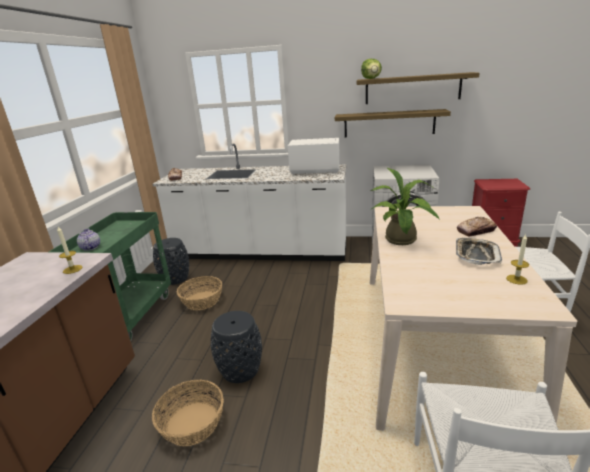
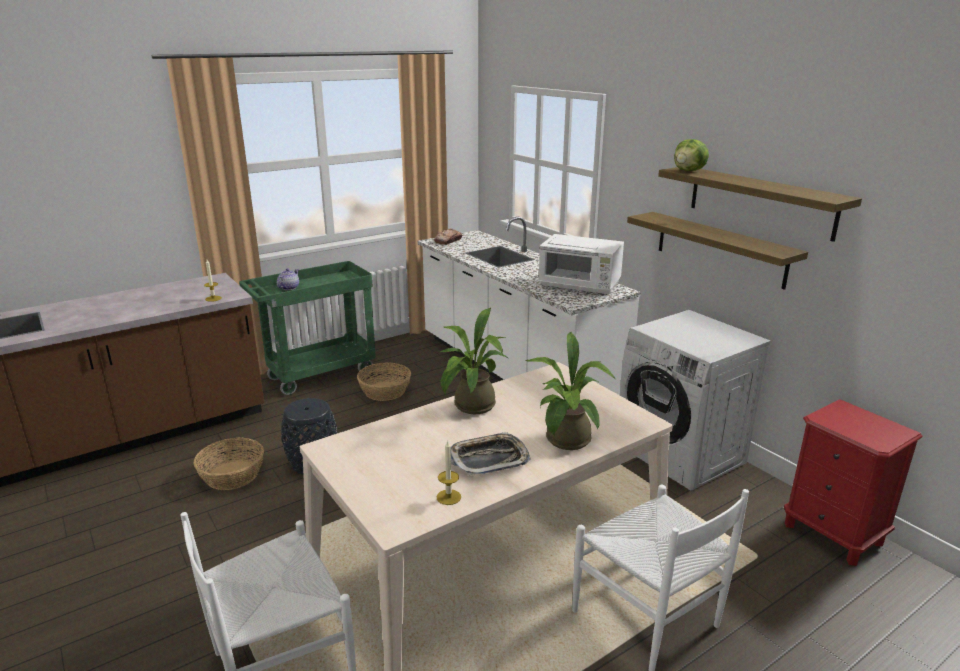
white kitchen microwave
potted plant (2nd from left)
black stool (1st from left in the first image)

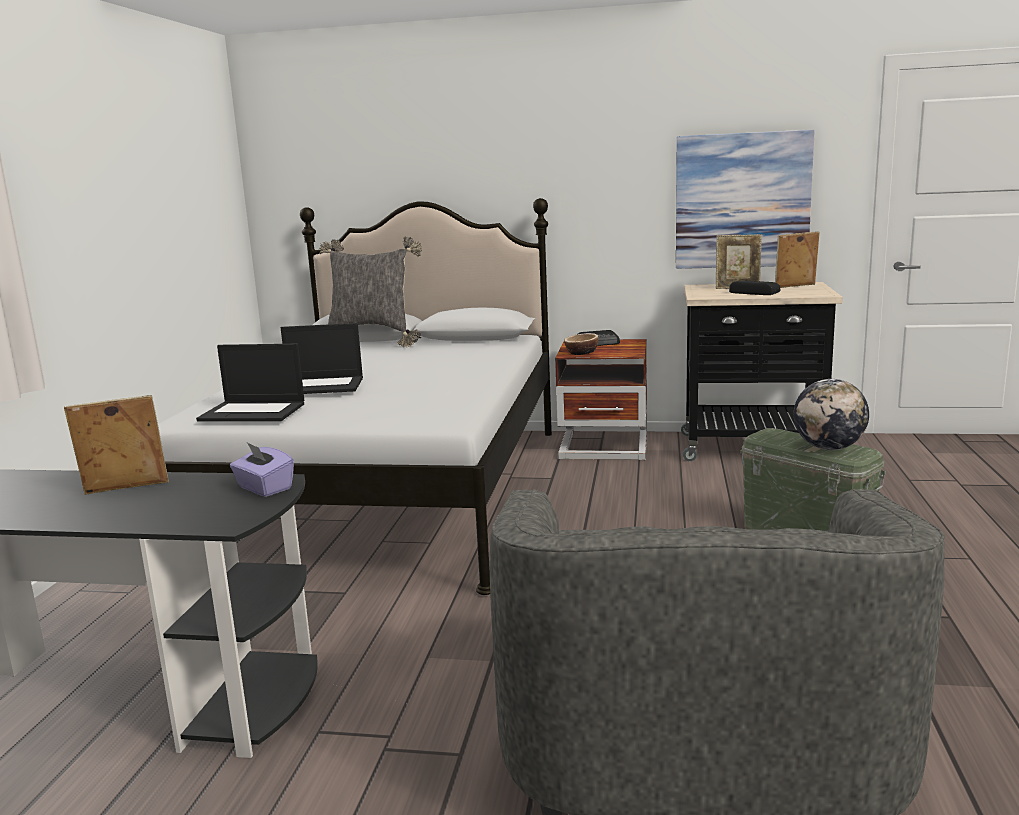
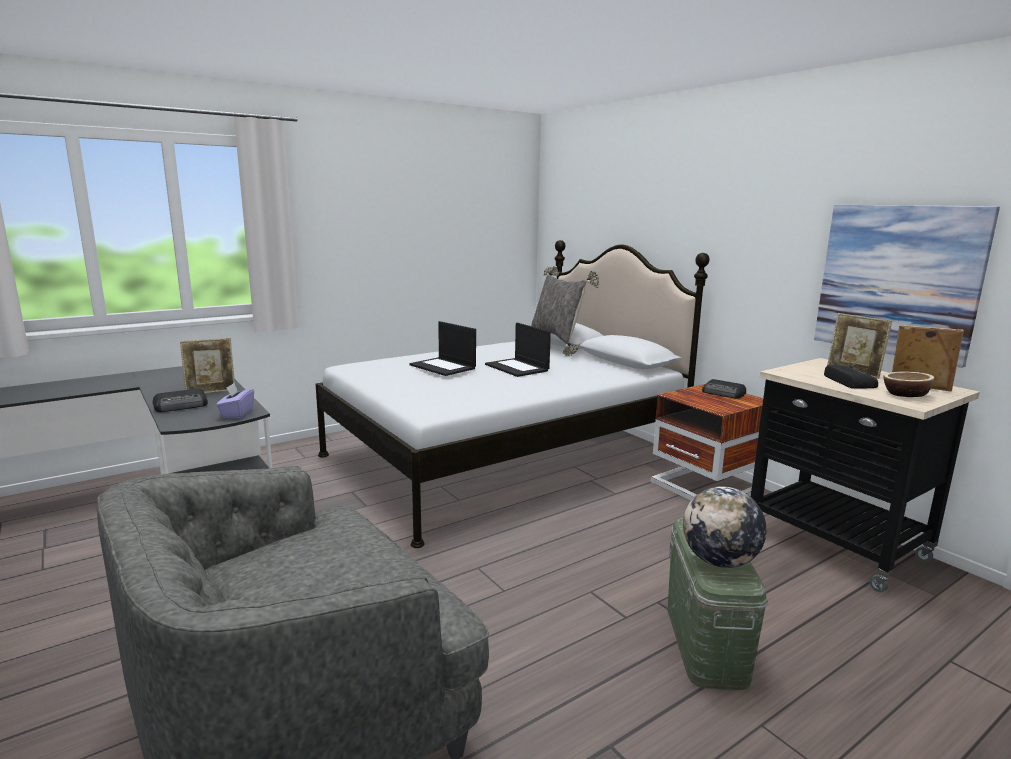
bowl
portable computer (2nd from left)
picture frame (1st from left)
radio set (1st from left)

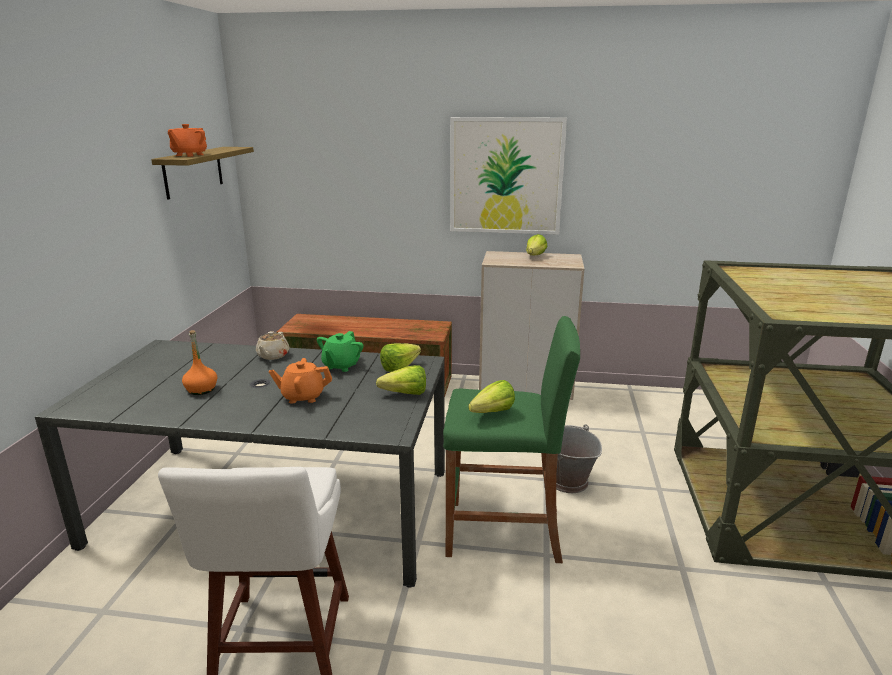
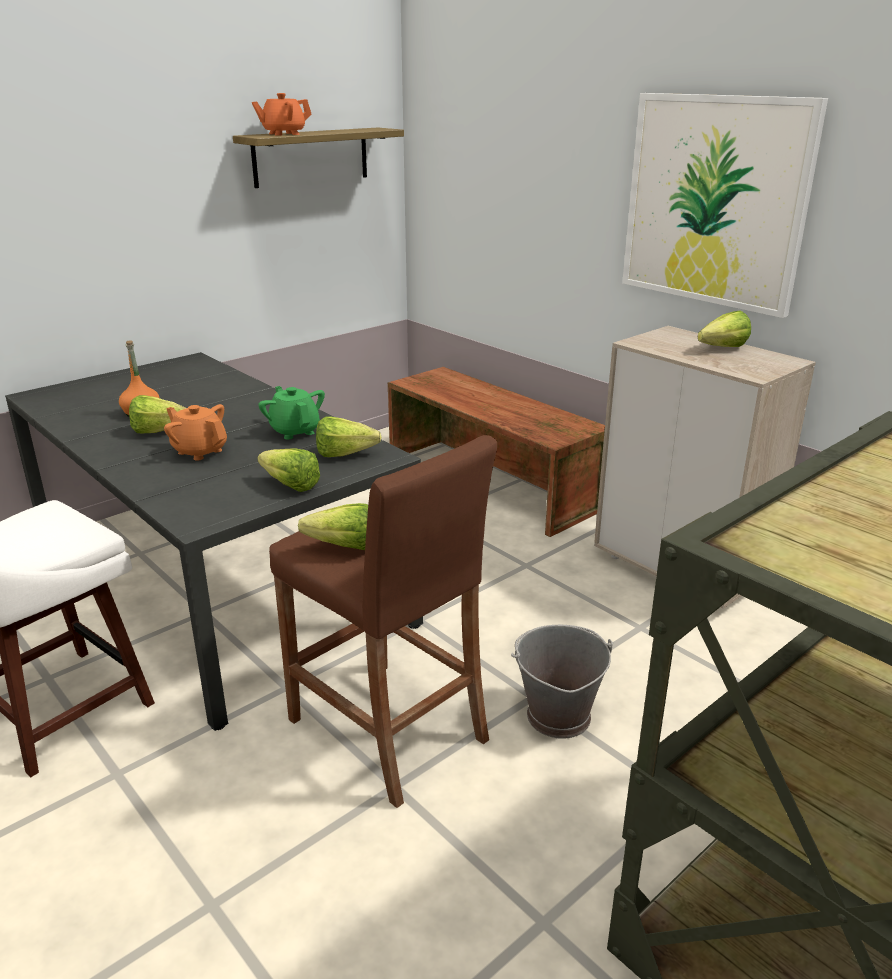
brown stool
beige tea pot
green-coloured tea pot
head of lettuce (1st from left)

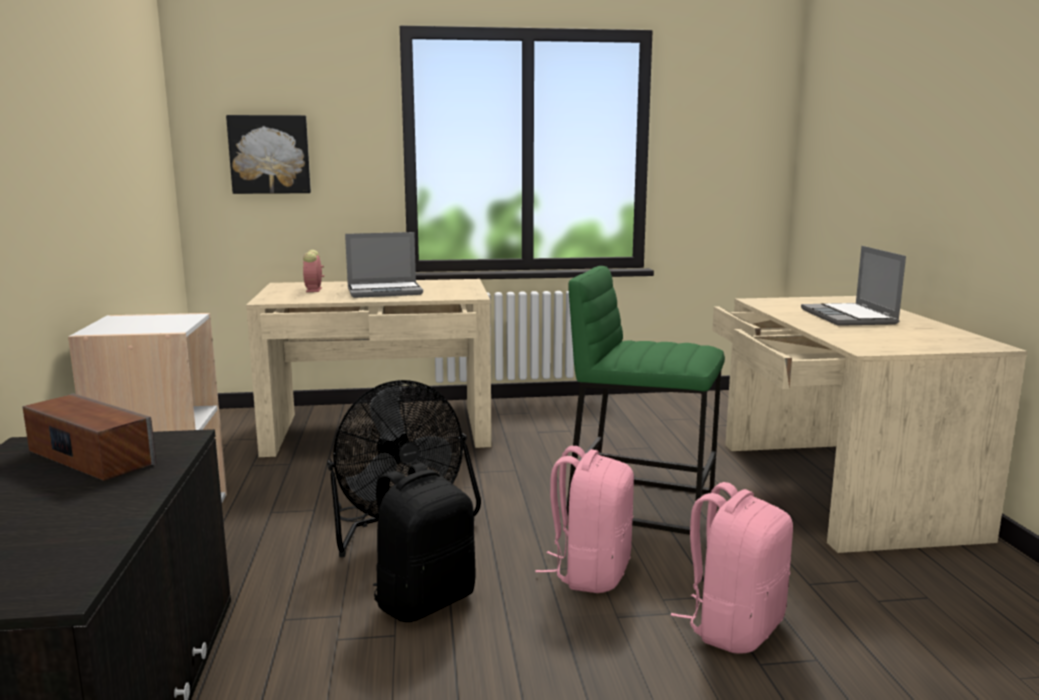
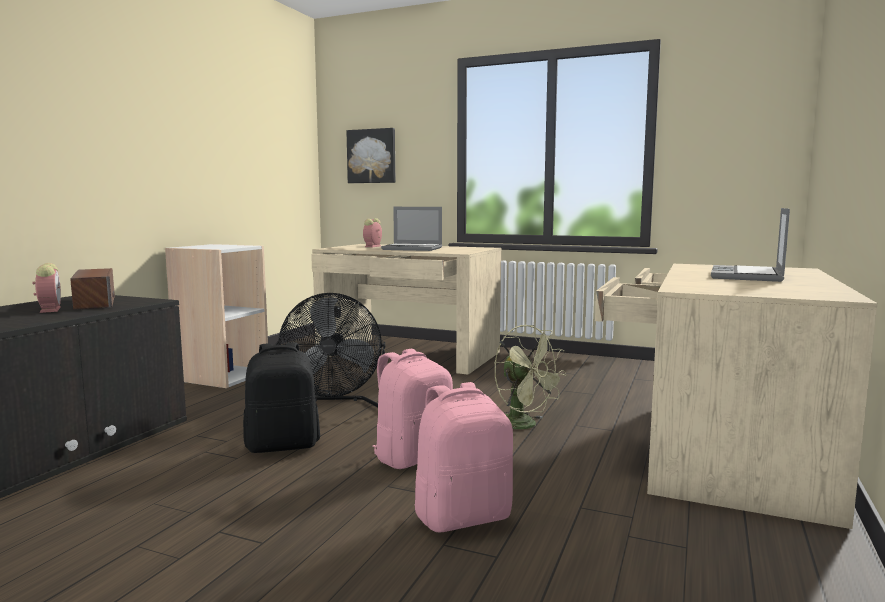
green-coloured fan
bedside clock (1st from left)

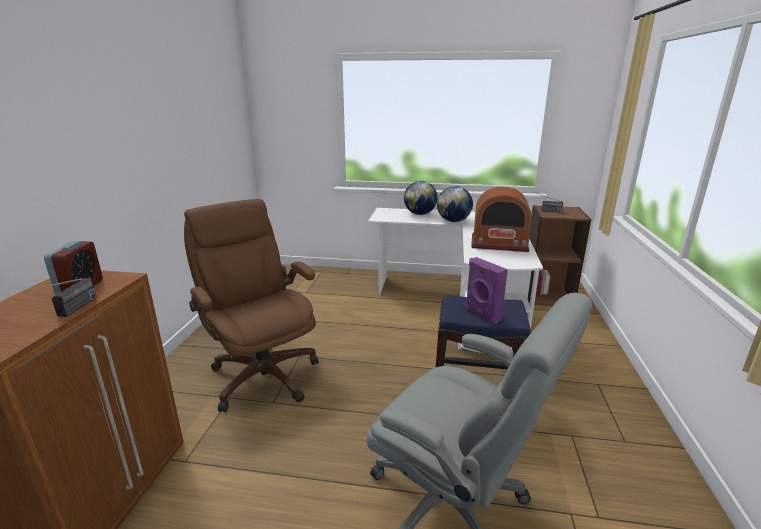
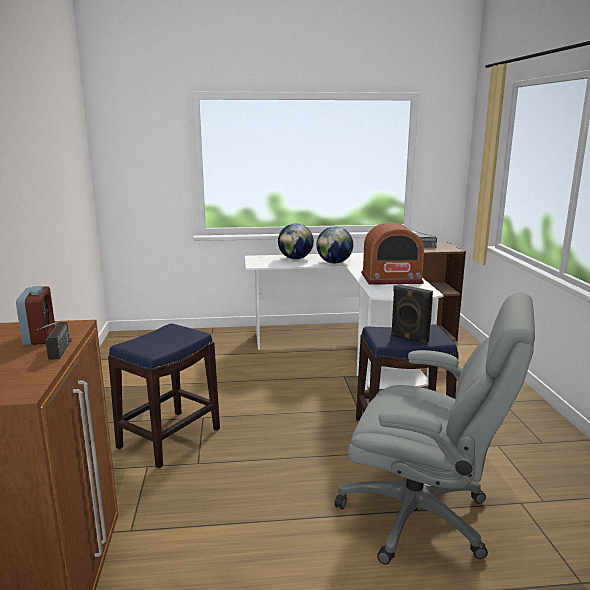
stool (1st from left)
black audio speaker

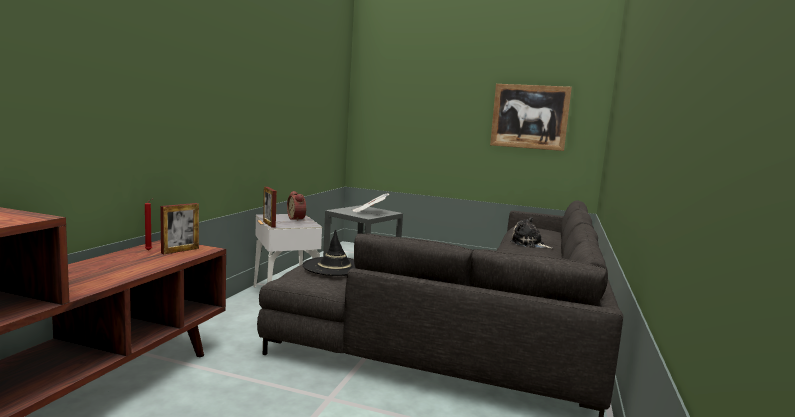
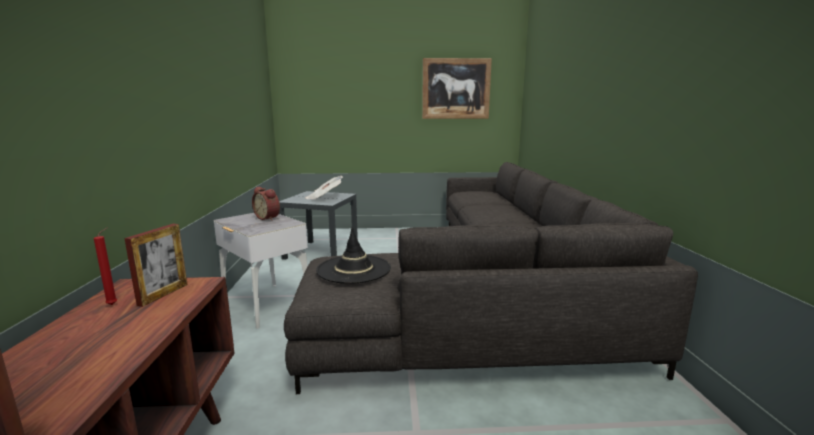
picture frame (2nd from left in the first image)
soft toy

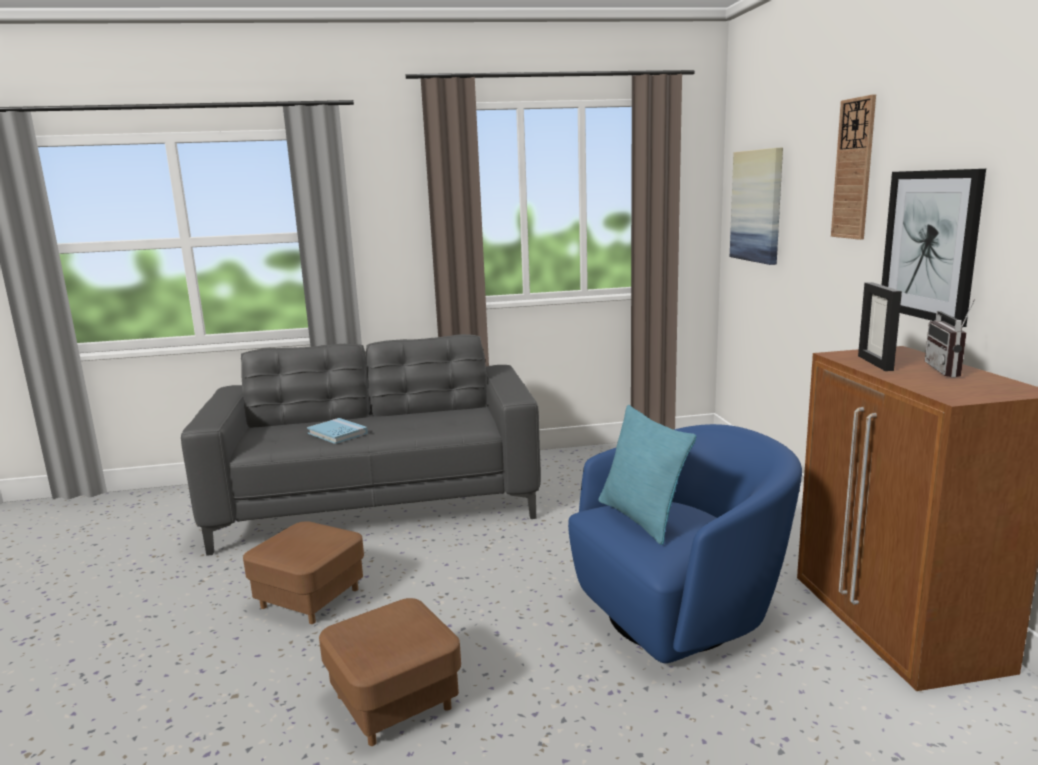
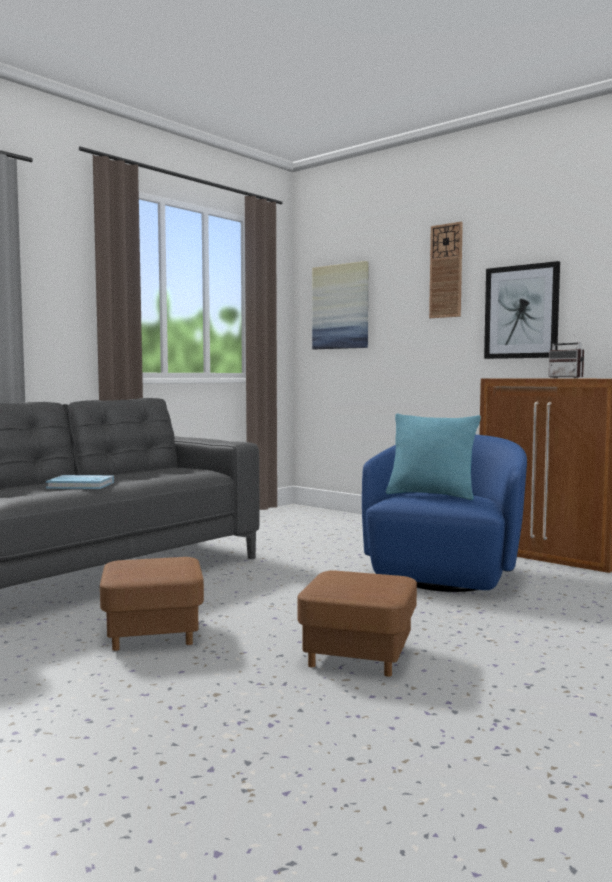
picture frame

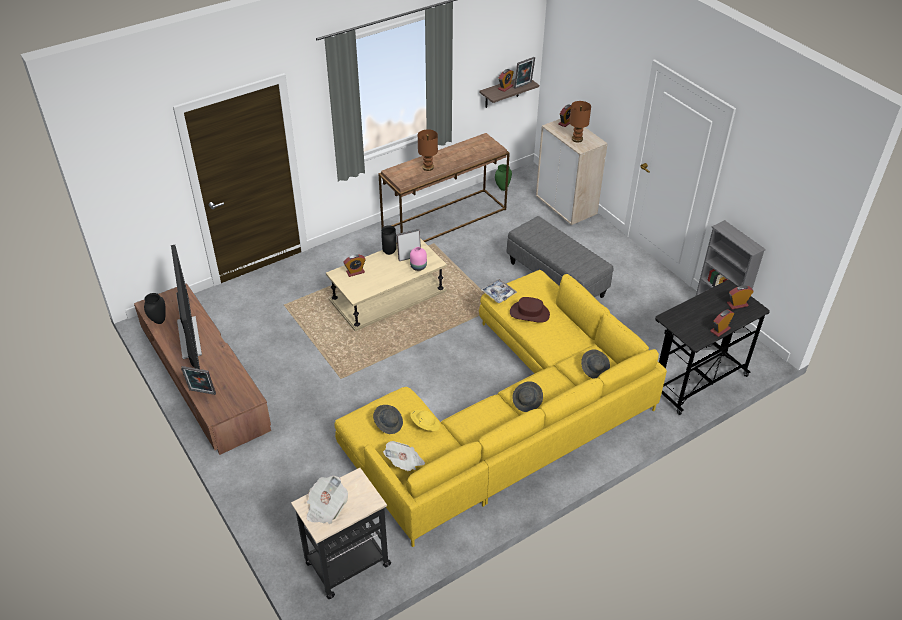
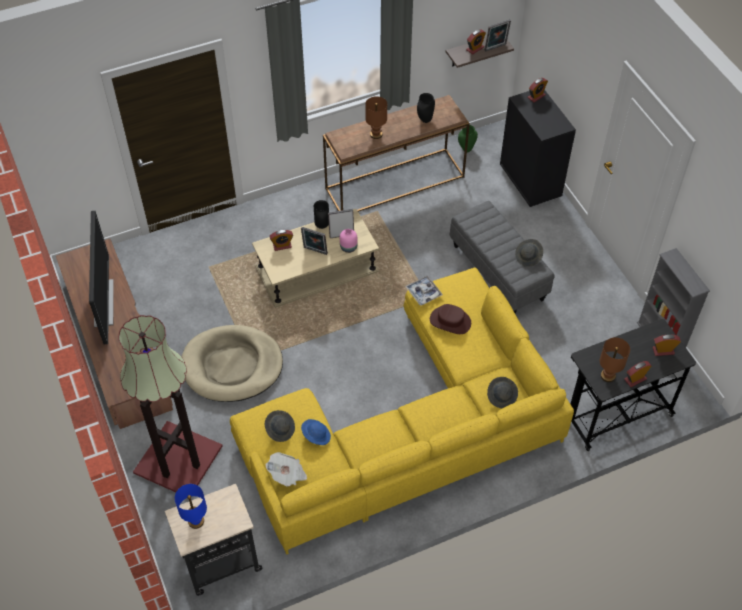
brown tabletop lamp (2nd from left)
black cupboard
black vase (2nd from left)
picture frame (1st from left)
grey hat (3rd from left)
blue hat
blue tabletop lamp
standard lamp
beige pet bed

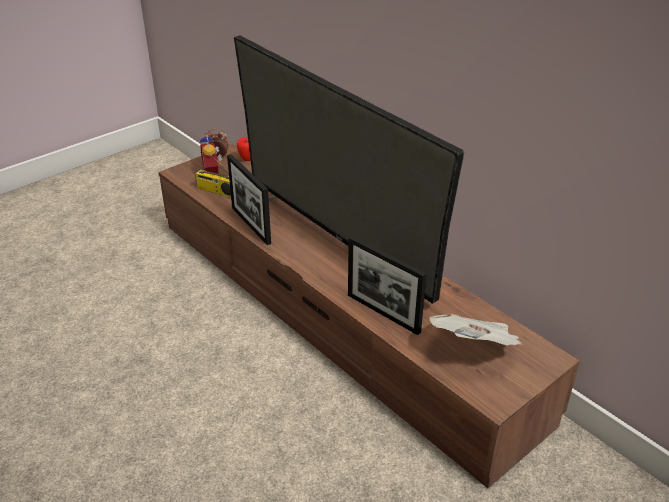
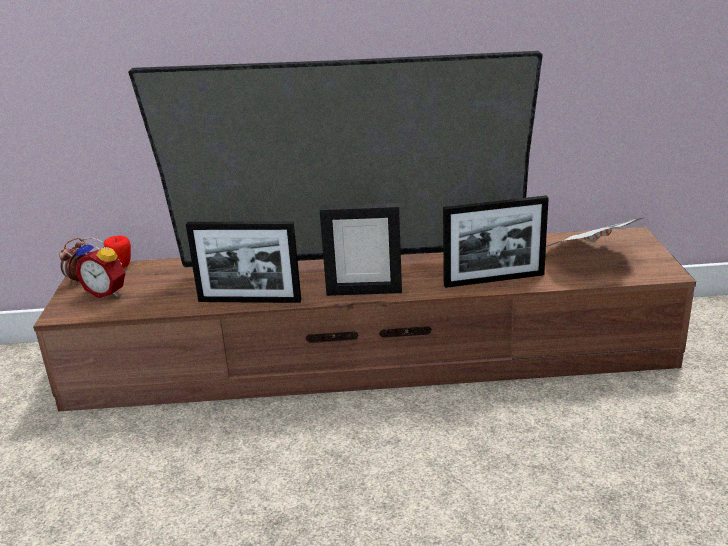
radio set
picture frame (2nd from left)

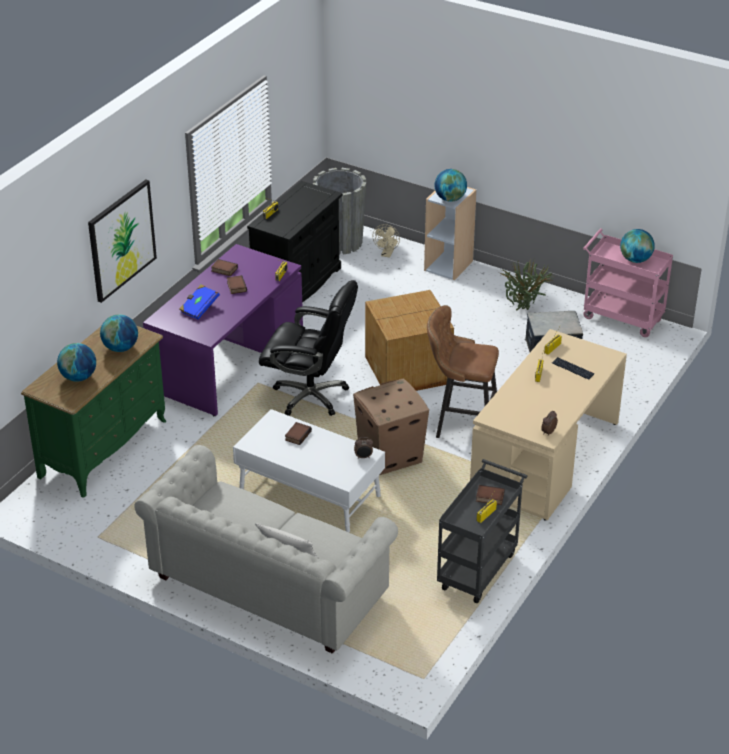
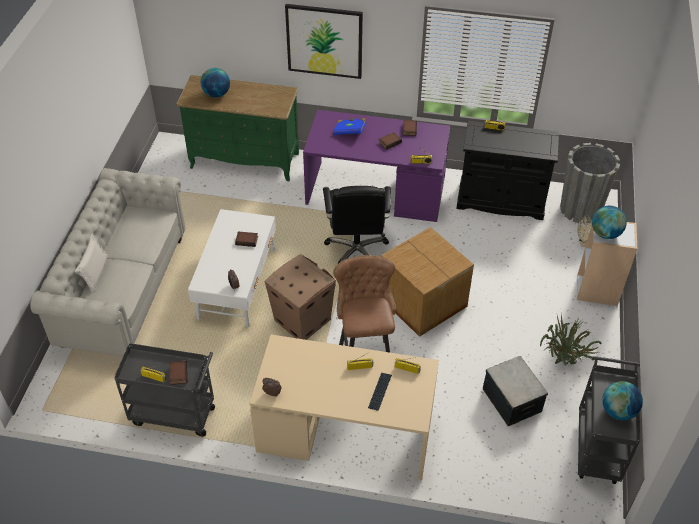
grey cart (2nd from left)
desk globe (2nd from left in the first image)

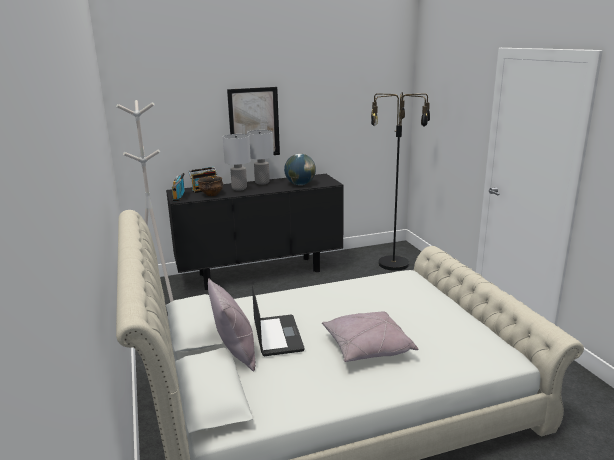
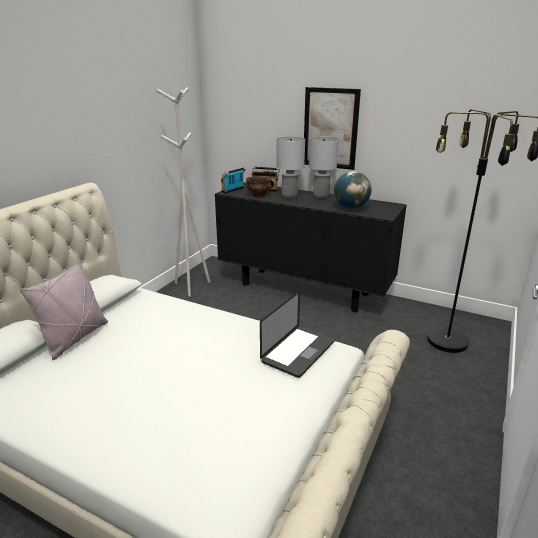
portable computer
purplish cushion (2nd from left in the first image)

